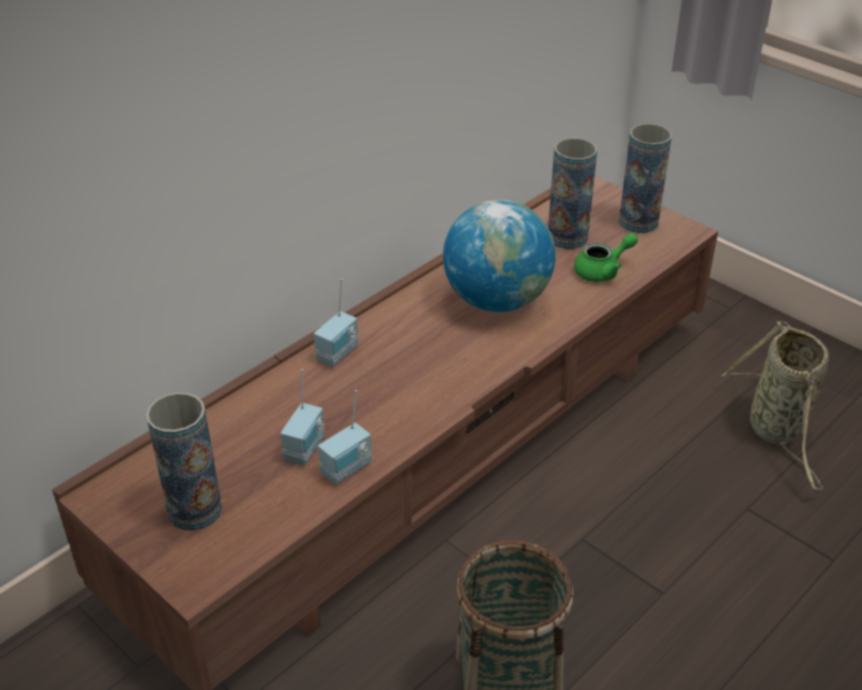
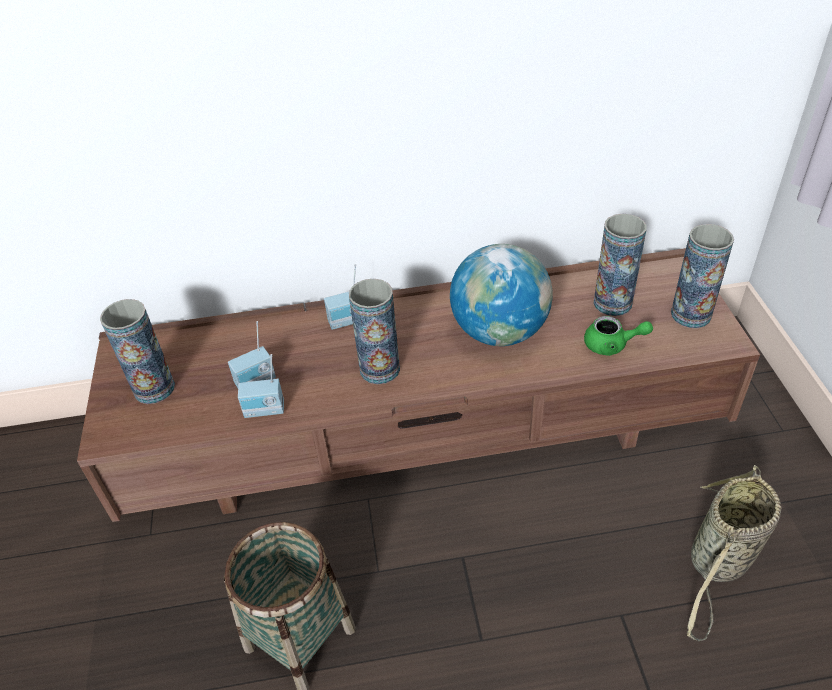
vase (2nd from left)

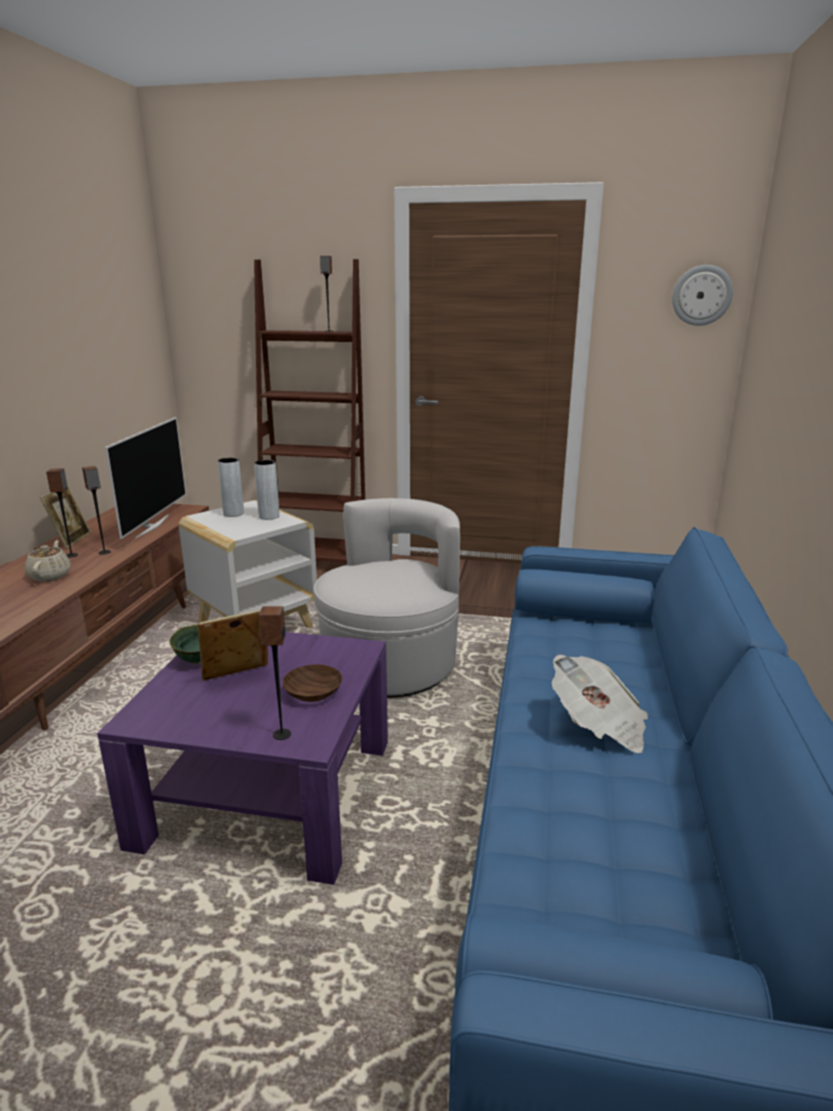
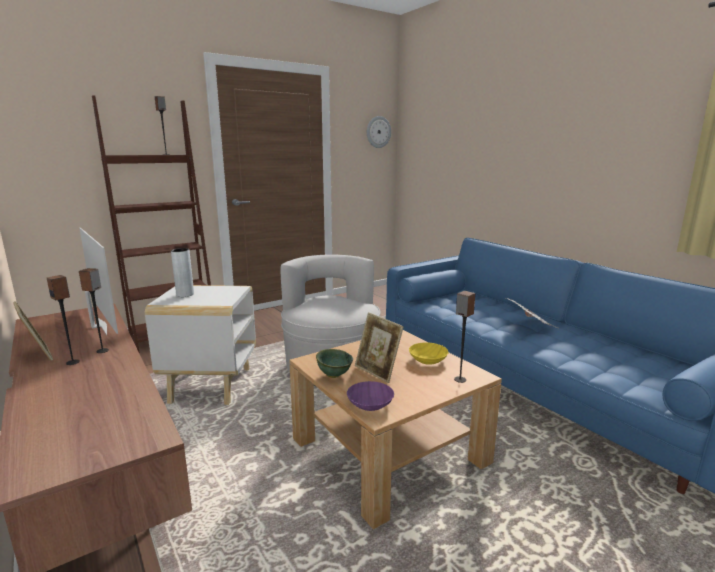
grey vase (2nd from left in the first image)
beige tea pot
picture frame (2nd from left)
brown lounge table
yellow-coloured bowl
purplish bowl

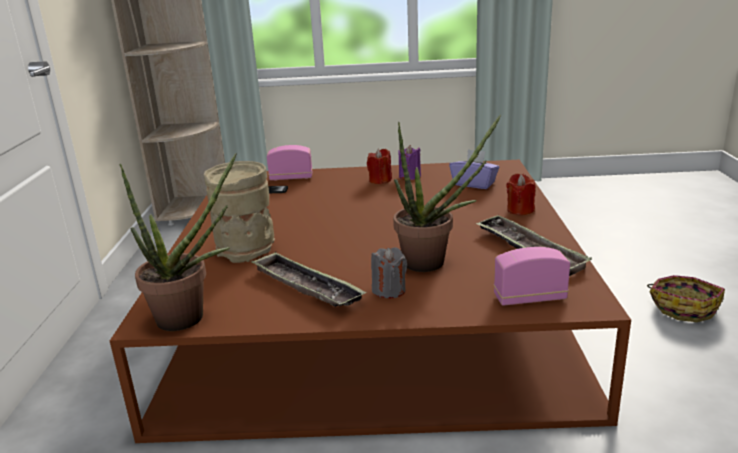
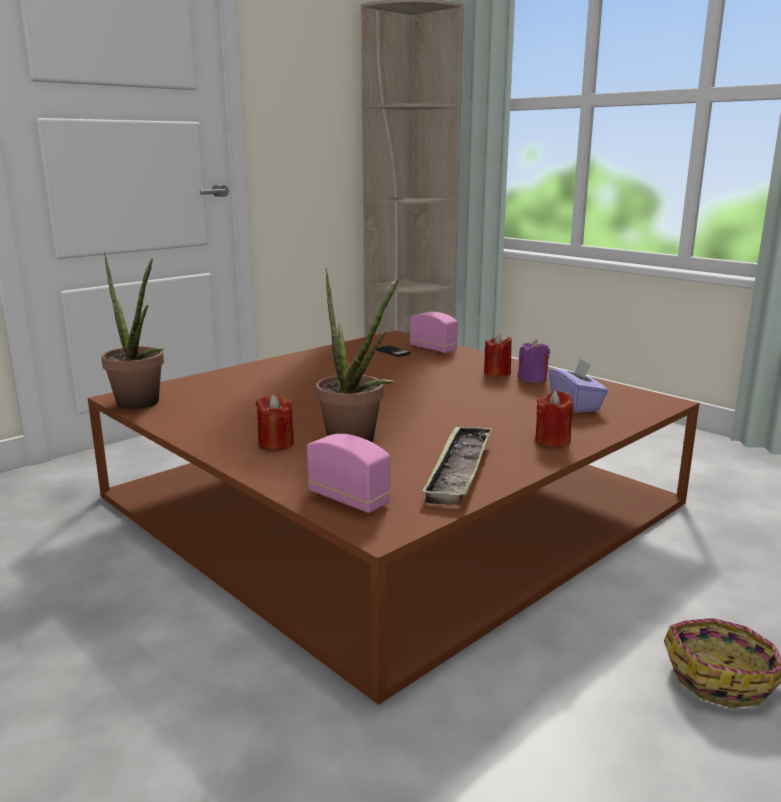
beige vase
reddish wax candle (1st from left)
tray (1st from left in the first image)

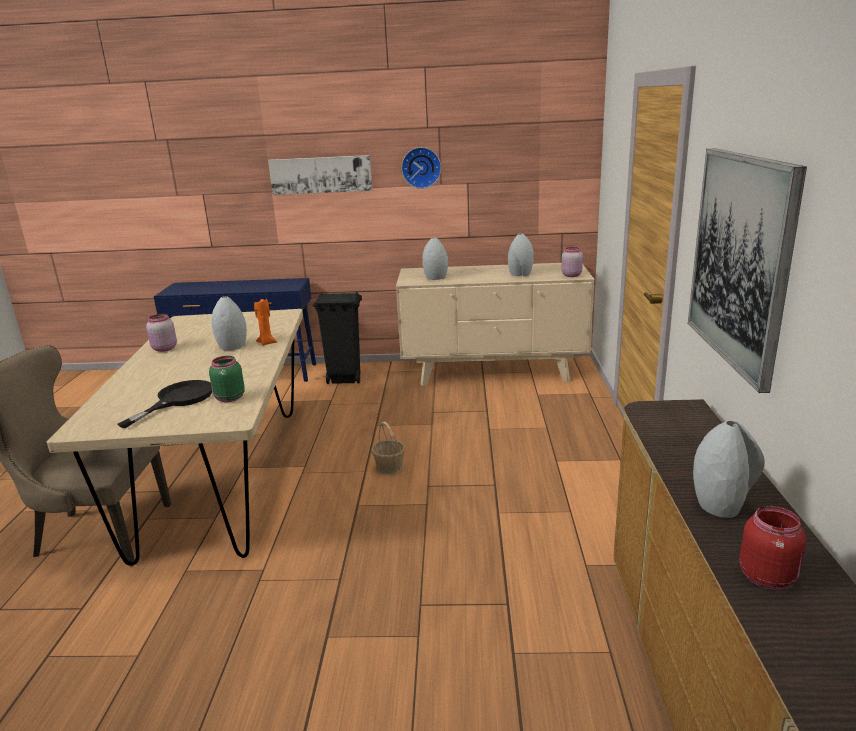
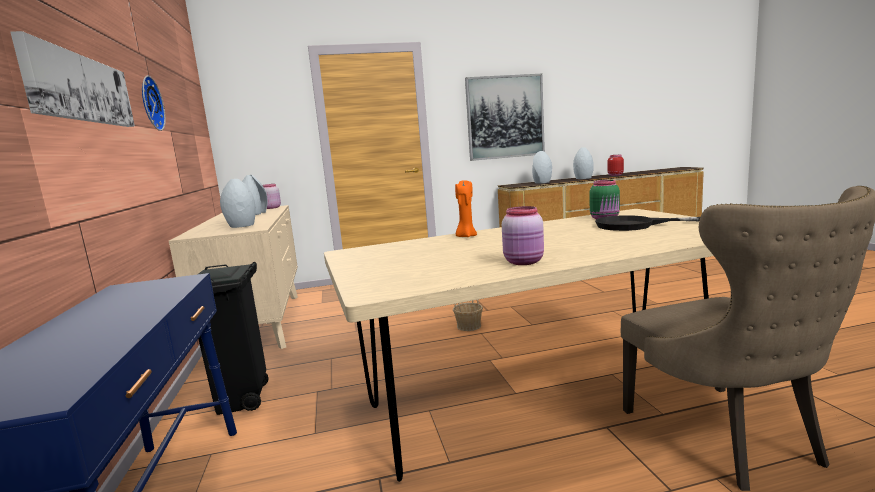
grey vase (3rd from left)

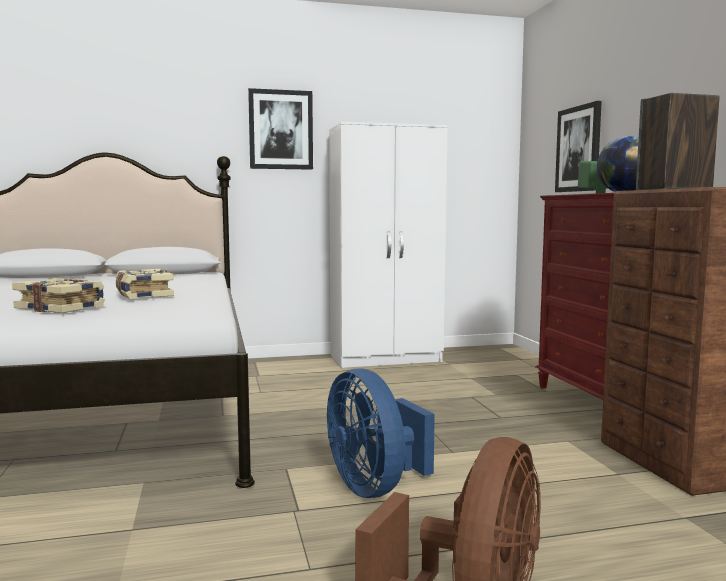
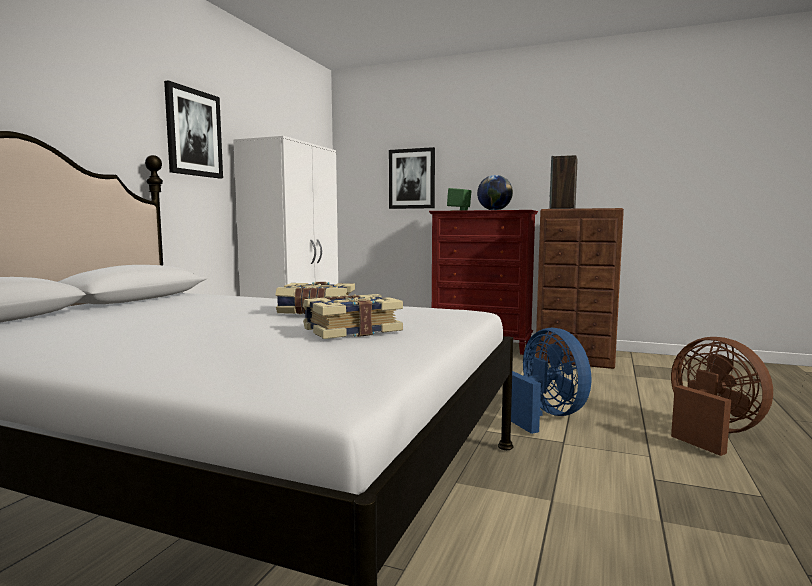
blue fan

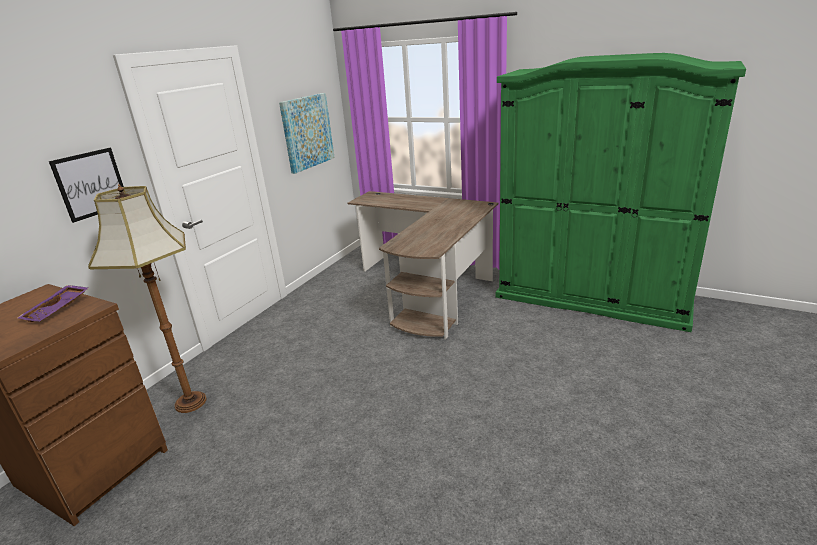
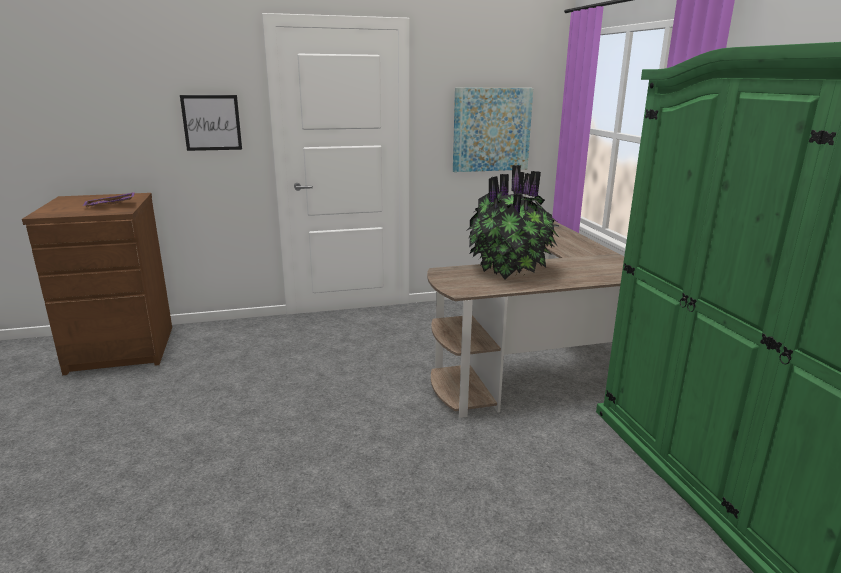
standard lamp
potted plant

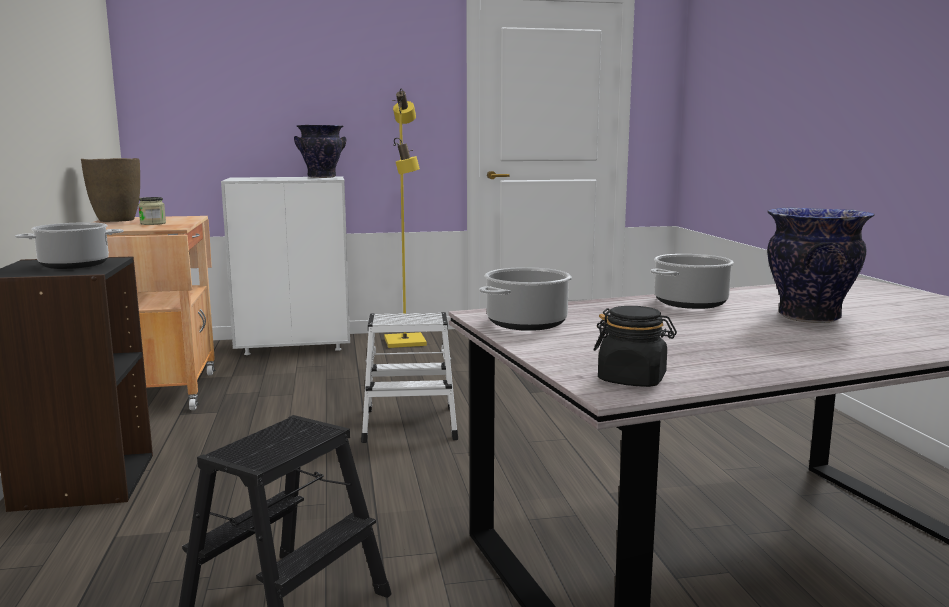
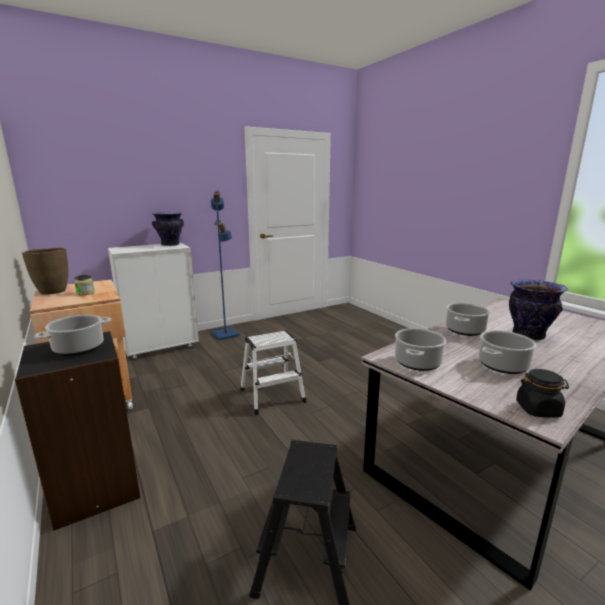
blue standard lamp
saucepot (4th from left)

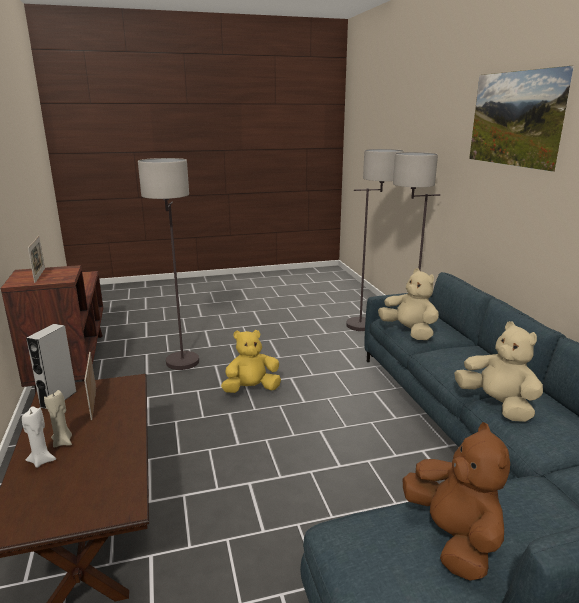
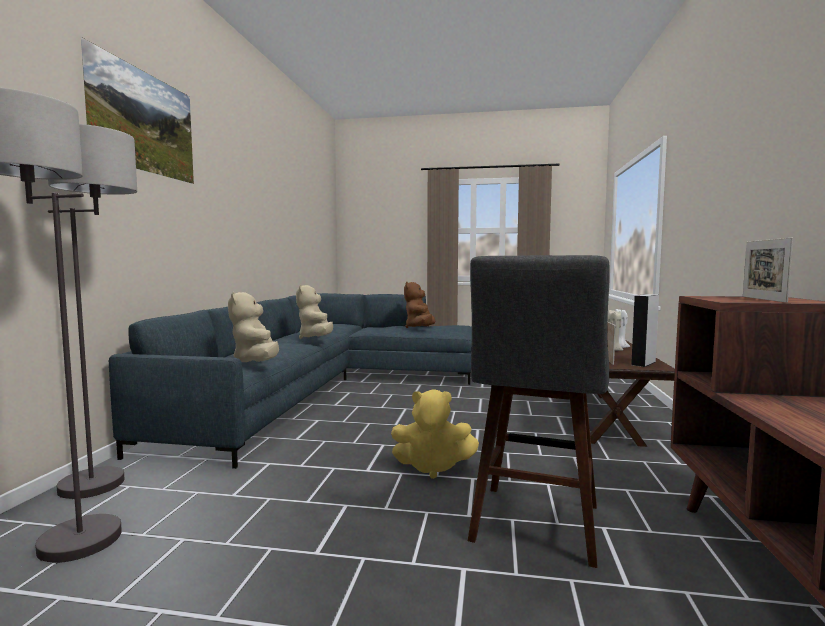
grey stool

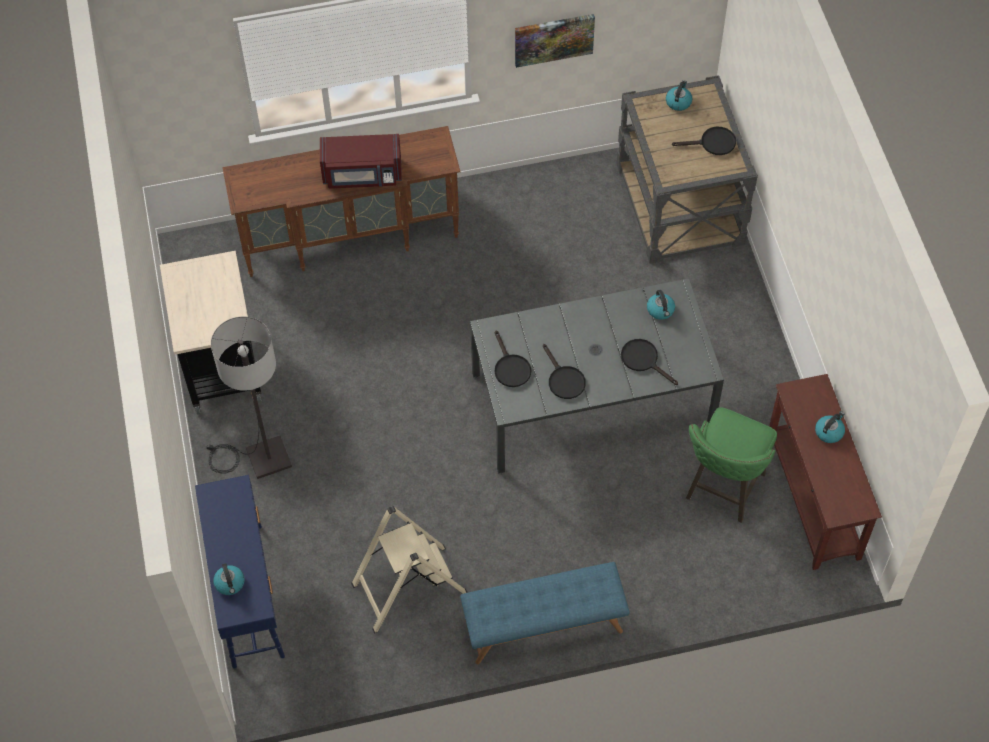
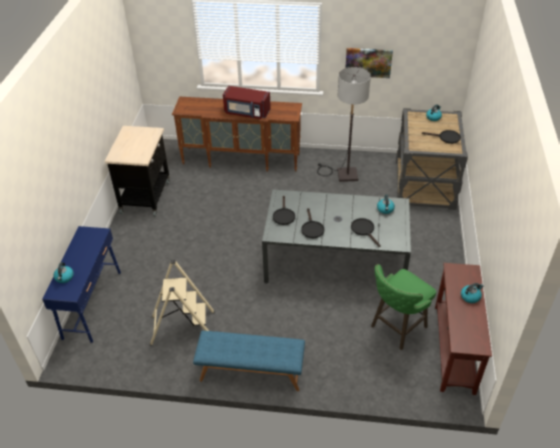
standard lamp

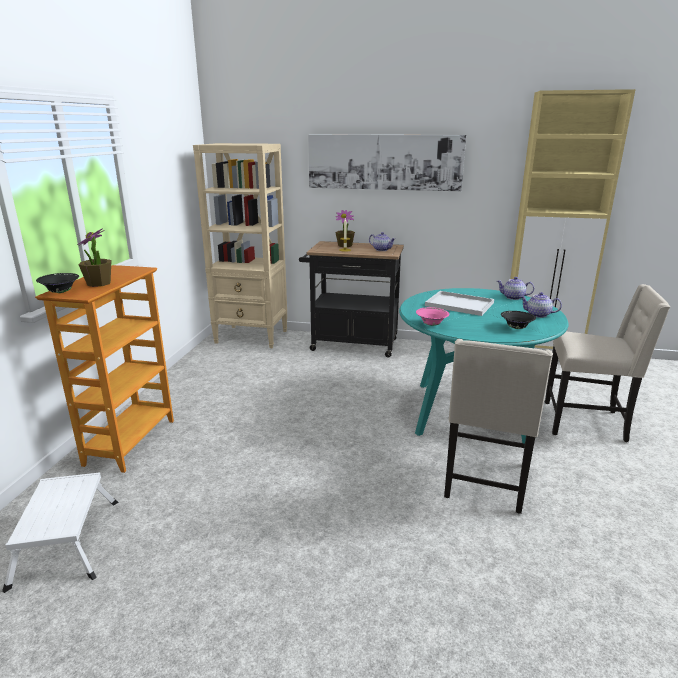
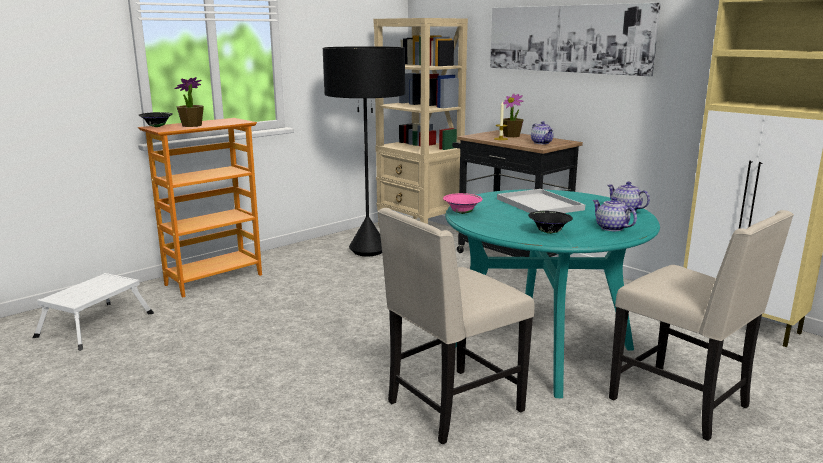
black standard lamp

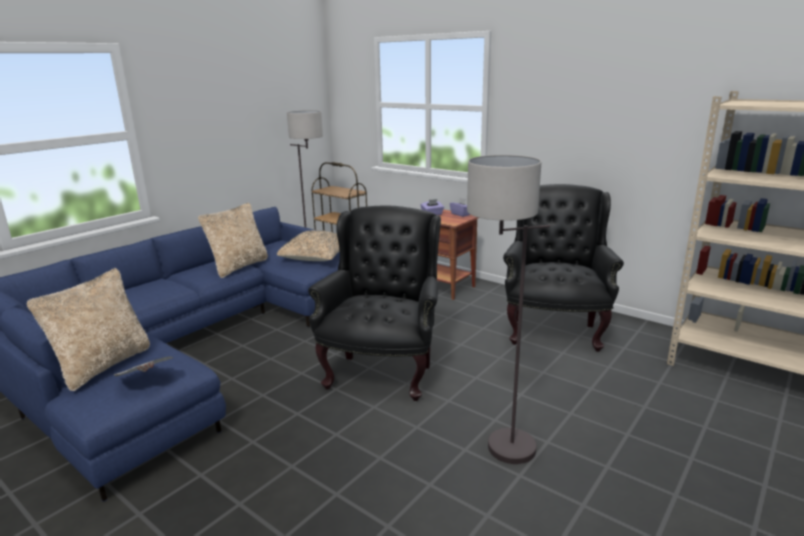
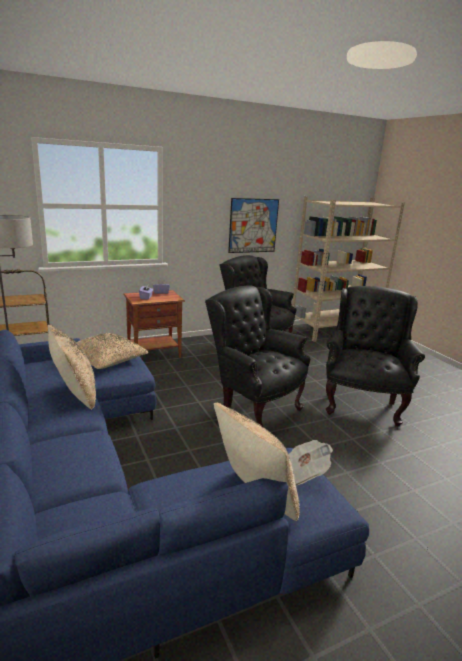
black easy chair (3rd from left)
wall picture

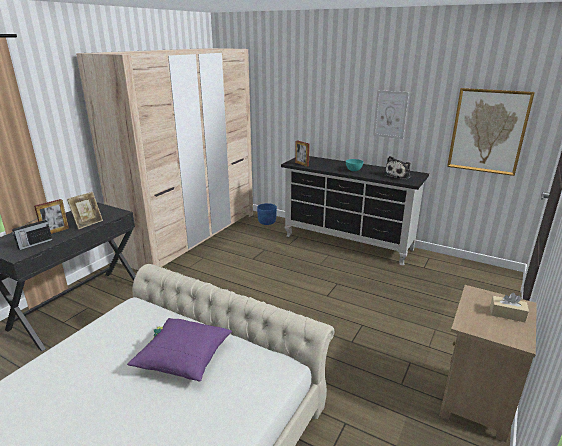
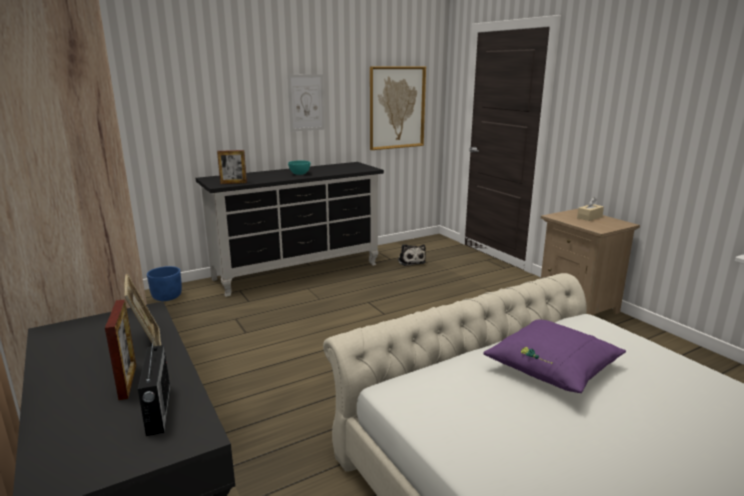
soft toy

